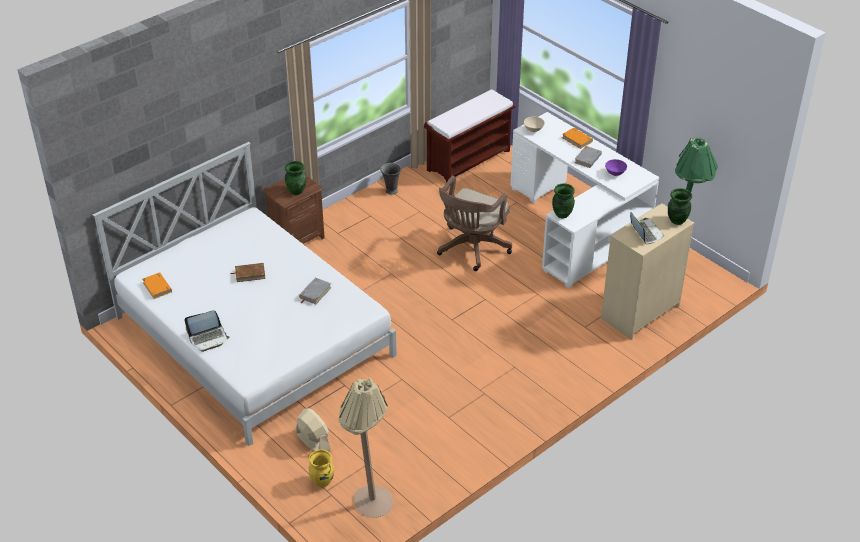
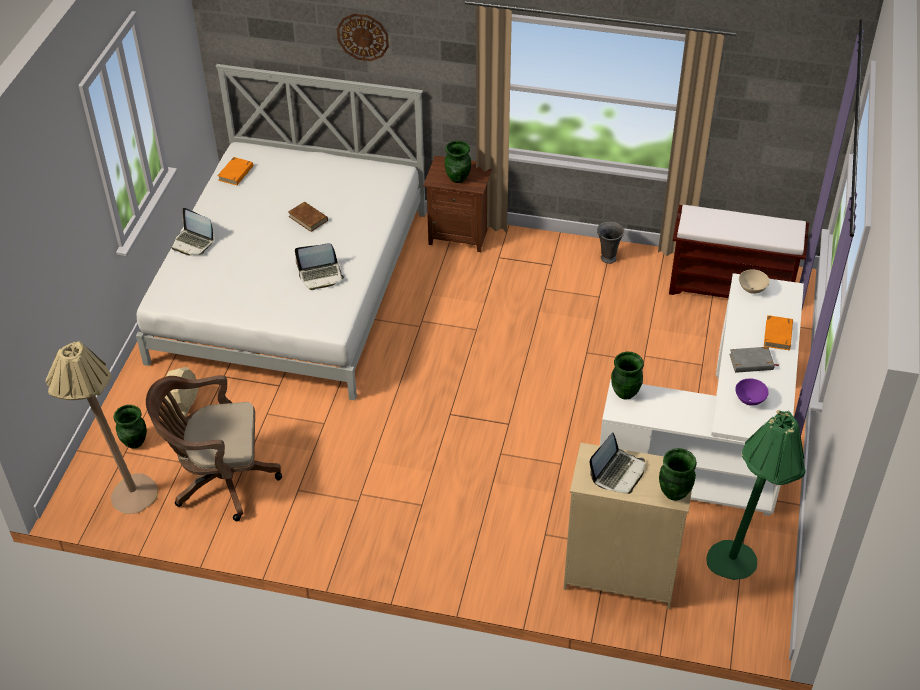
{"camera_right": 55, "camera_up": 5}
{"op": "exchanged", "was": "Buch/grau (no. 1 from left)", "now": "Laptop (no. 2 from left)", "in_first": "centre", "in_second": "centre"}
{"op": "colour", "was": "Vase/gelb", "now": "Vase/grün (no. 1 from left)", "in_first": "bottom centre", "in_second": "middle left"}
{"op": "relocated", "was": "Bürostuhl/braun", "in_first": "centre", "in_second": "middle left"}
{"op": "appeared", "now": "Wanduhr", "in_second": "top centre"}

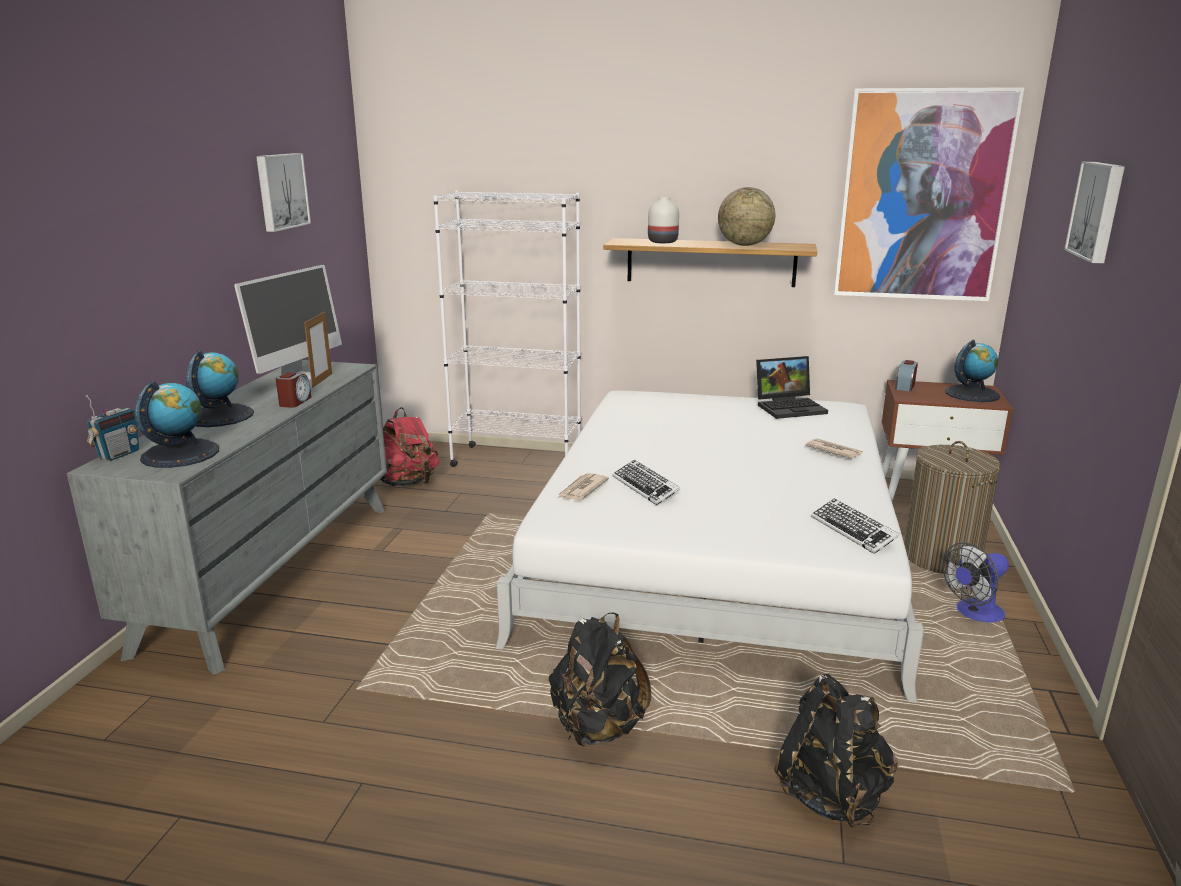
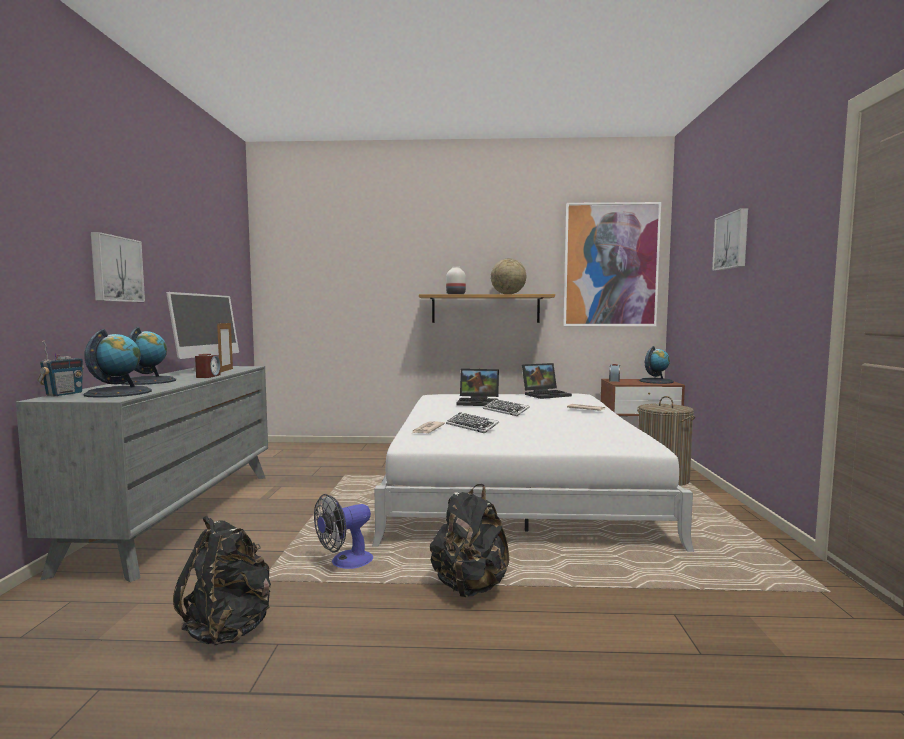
{"camera_right": -10, "camera_up": -15}
{"op": "relocated", "was": "Bild (no. 1 from left)", "in_first": "top left", "in_second": "middle left"}
{"op": "missing", "was": "Rucksack/rot", "in_first": "centre"}
{"op": "missing", "was": "Bücherregal/weiß", "in_first": "centre"}
{"op": "relocated", "was": "Rucksack/schwarz (no. 2 from left in the first image)", "now": "Rucksack/schwarz (no. 1 from left)", "in_first": "bottom right", "in_second": "bottom left"}
{"op": "relocated", "was": "Tastatur (no. 2 from left)", "in_first": "middle right", "in_second": "centre"}
{"op": "relocated", "was": "Ventilator", "in_first": "middle right", "in_second": "bottom centre"}
{"op": "appeared", "now": "Laptop (no. 1 from left)", "in_second": "centre"}

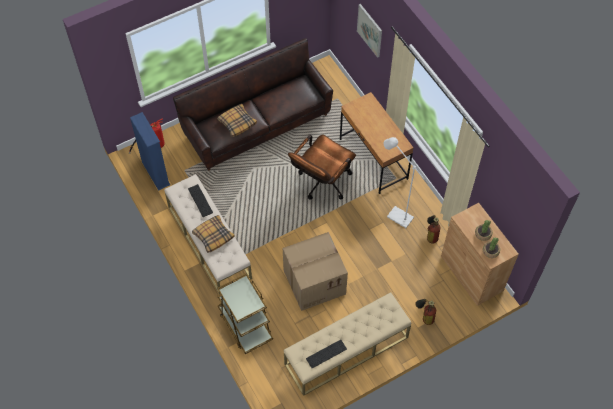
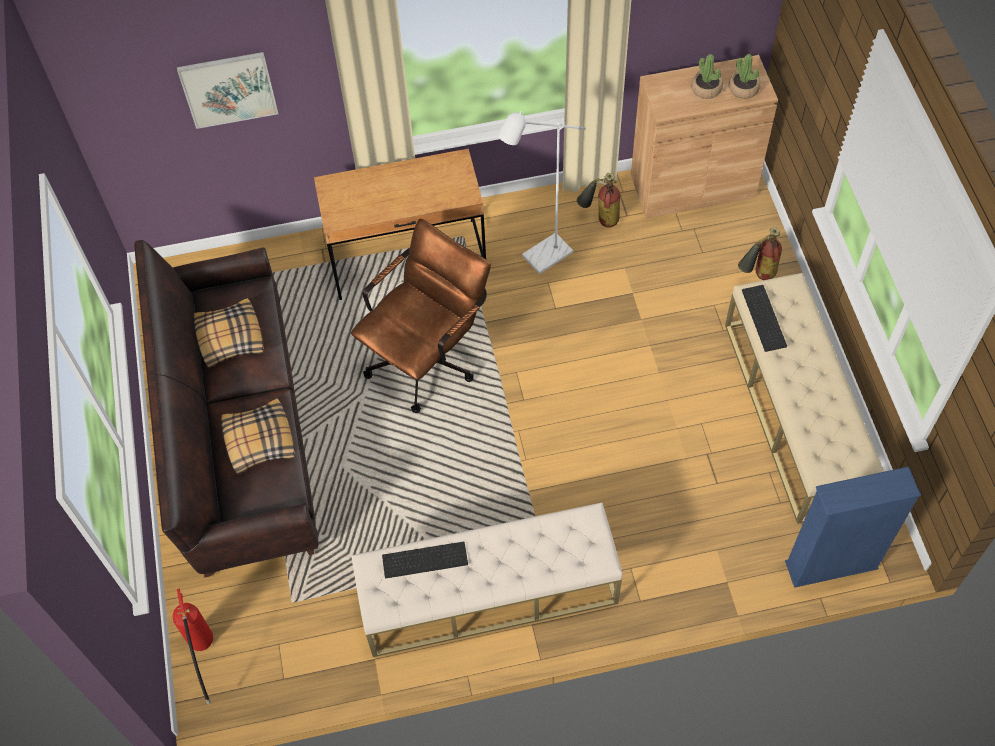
{"camera_right": -70, "camera_up": 0}
{"op": "relocated", "was": "Bücherregal/blau", "in_first": "middle left", "in_second": "bottom right"}
{"op": "relocated", "was": "Kissen (no. 1 from left)", "in_first": "centre", "in_second": "middle left"}
{"op": "missing", "was": "Rollwagen/braun", "in_first": "bottom centre"}
{"op": "missing", "was": "Karton", "in_first": "centre"}
{"op": "spun", "was": "Bürostuhl/braun", "in_first": "centre", "in_second": "centre", "clockwise": -105}
{"op": "relocated", "was": "Tastatur (no. 2 from left)", "in_first": "bottom centre", "in_second": "middle right"}

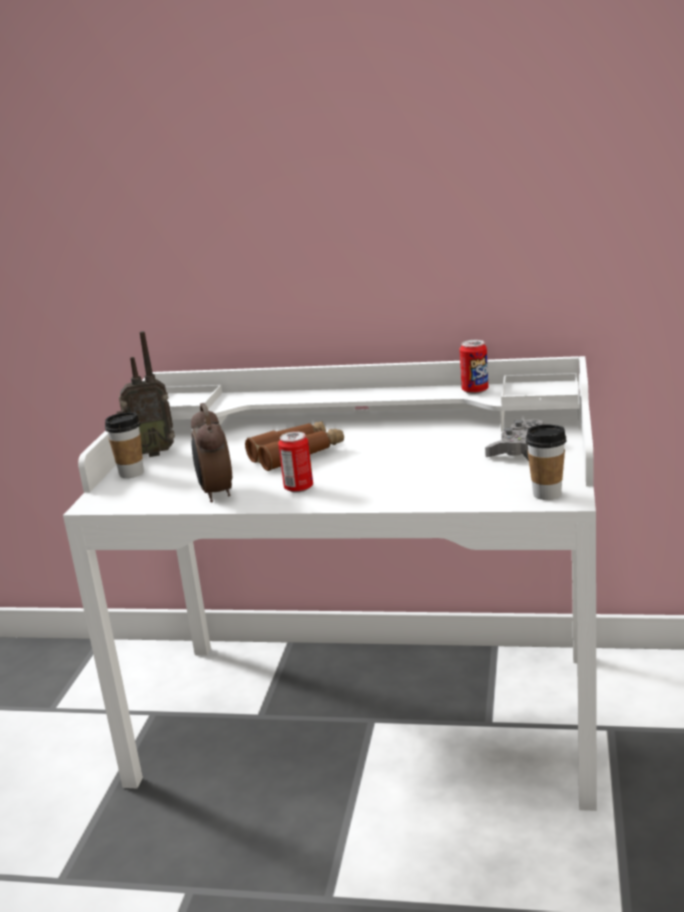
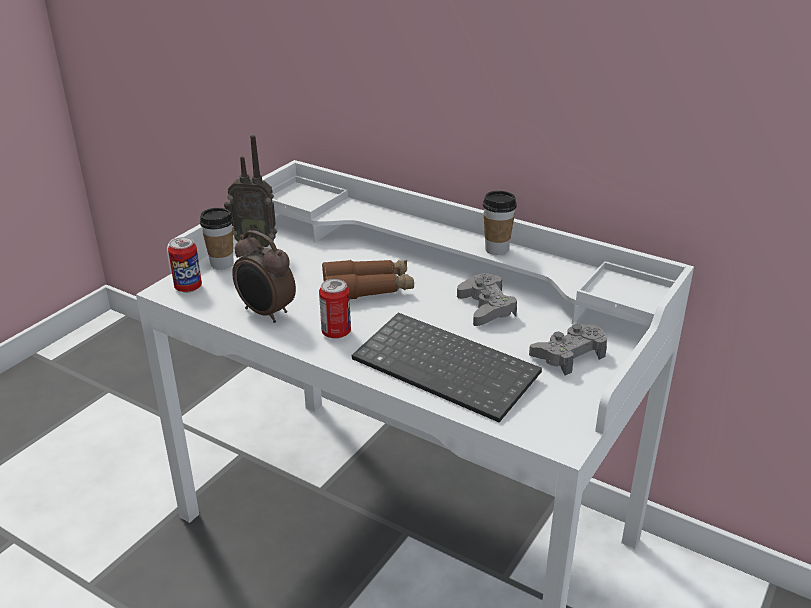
{"camera_right": 20, "camera_up": 10}
{"op": "spun", "was": "Wecker", "in_first": "middle left", "in_second": "middle left", "clockwise": -60}
{"op": "relocated", "was": "Dose (no. 2 from left in the first image)", "now": "Dose (no. 1 from left)", "in_first": "middle right", "in_second": "middle left"}
{"op": "relocated", "was": "Tasse (no. 2 from left)", "in_first": "middle right", "in_second": "centre"}
{"op": "appeared", "now": "Tastatur", "in_second": "centre"}
{"op": "appeared", "now": "Gamepad/grau (no. 1 from left)", "in_second": "centre"}

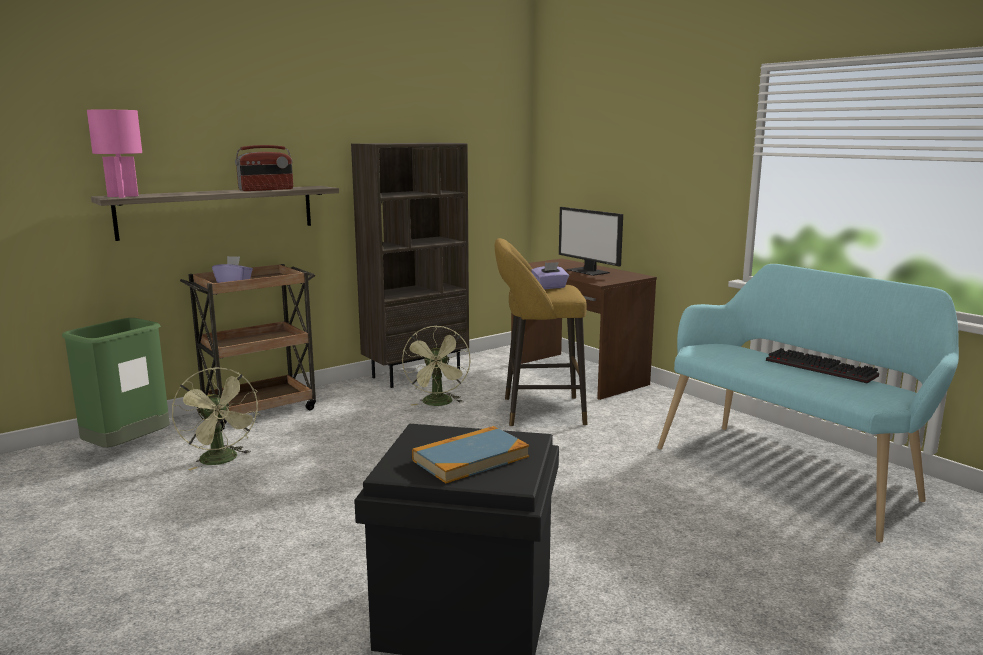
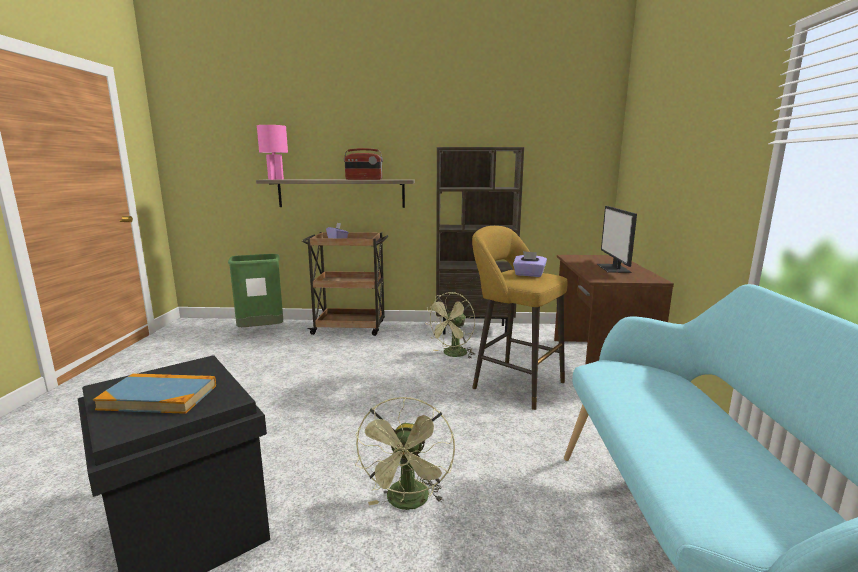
{"camera_right": 40, "camera_up": 0}
{"op": "relocated", "was": "Ventilator/grün (no. 1 from left)", "in_first": "middle left", "in_second": "bottom centre"}
{"op": "missing", "was": "Tastatur", "in_first": "middle right"}

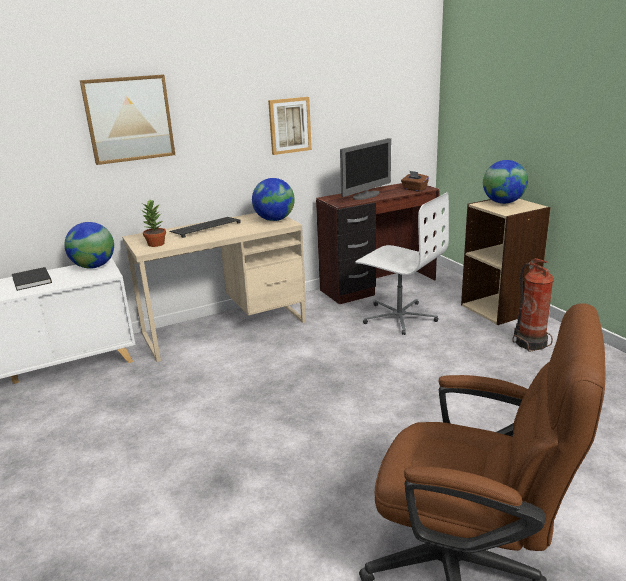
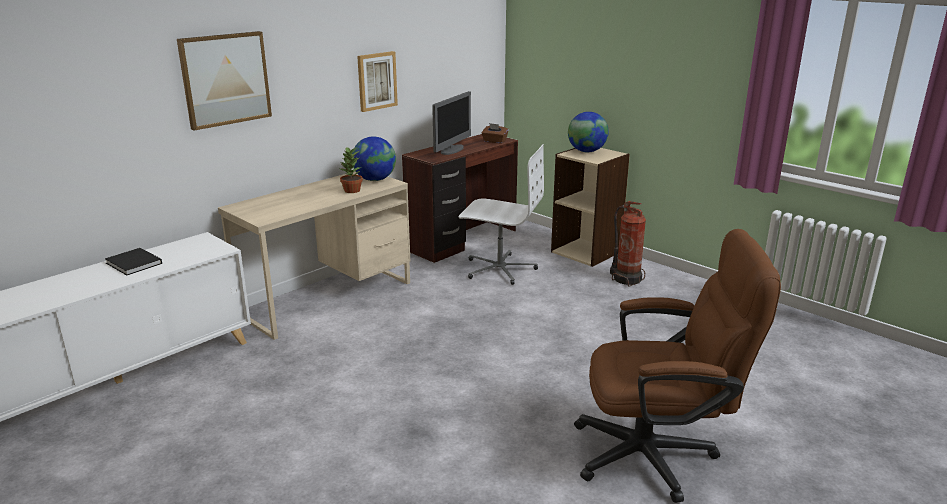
{"camera_right": -20, "camera_up": 0}
{"op": "missing", "was": "Globus (no. 1 from left)", "in_first": "middle left"}
{"op": "relocated", "was": "Topfpflanze", "in_first": "middle left", "in_second": "centre"}
{"op": "missing", "was": "Tastatur", "in_first": "middle left"}

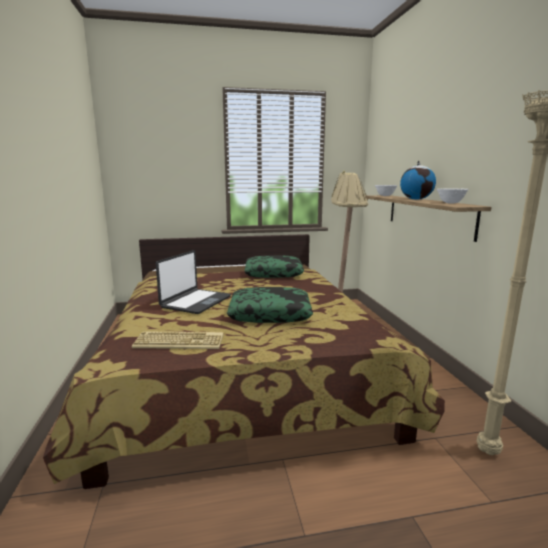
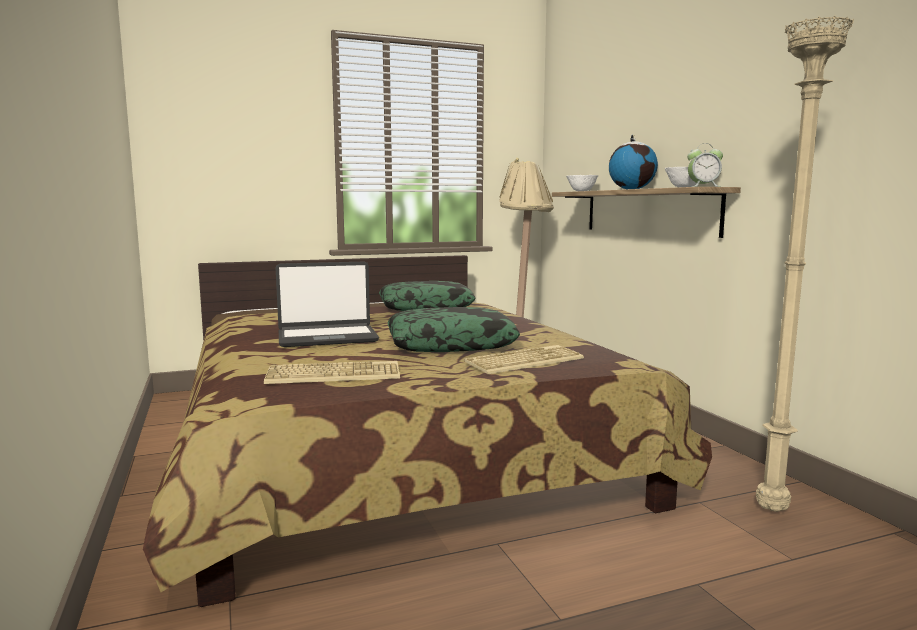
{"camera_right": -10, "camera_up": -5}
{"op": "spun", "was": "Laptop", "in_first": "centre", "in_second": "centre", "clockwise": 60}
{"op": "appeared", "now": "Tastatur (no. 2 from left)", "in_second": "centre"}
{"op": "appeared", "now": "Wecker", "in_second": "top right"}

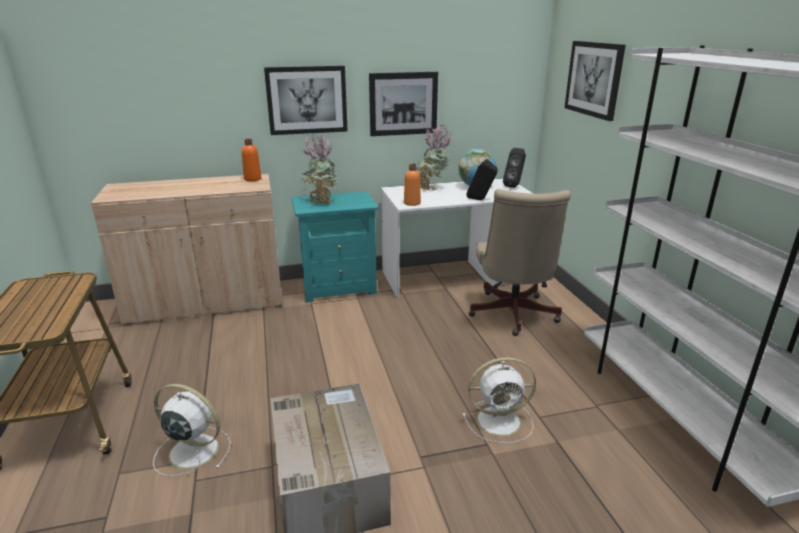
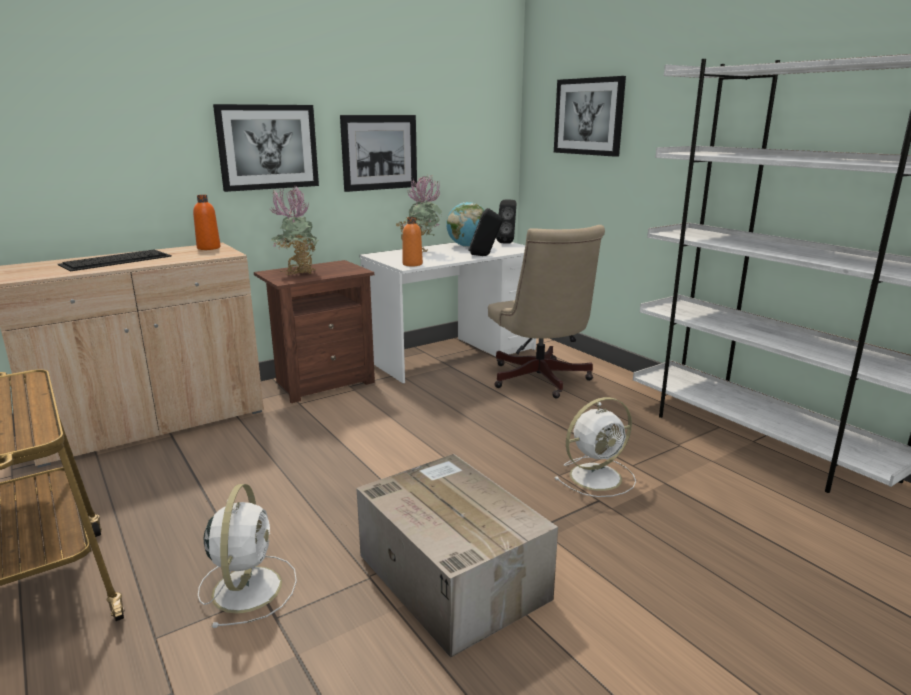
{"camera_right": -20, "camera_up": -5}
{"op": "spun", "was": "Ventilator/weiß (no. 1 from left)", "in_first": "bottom left", "in_second": "bottom left", "clockwise": 90}
{"op": "colour", "was": "Nachttisch/türkis", "now": "Nachttisch/braun", "in_first": "centre", "in_second": "centre"}
{"op": "appeared", "now": "Tastatur", "in_second": "middle left"}

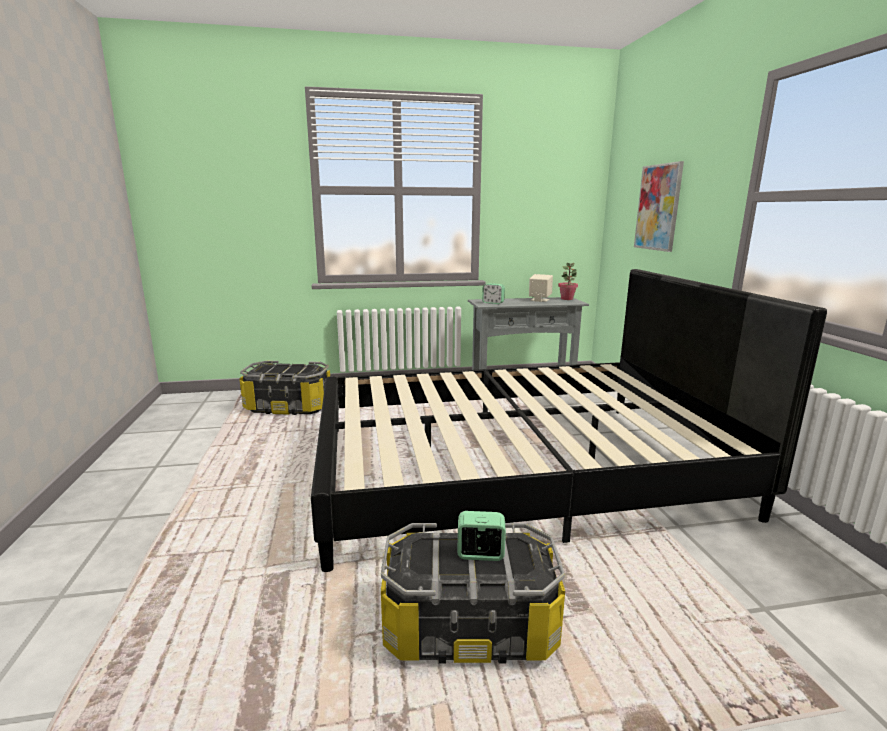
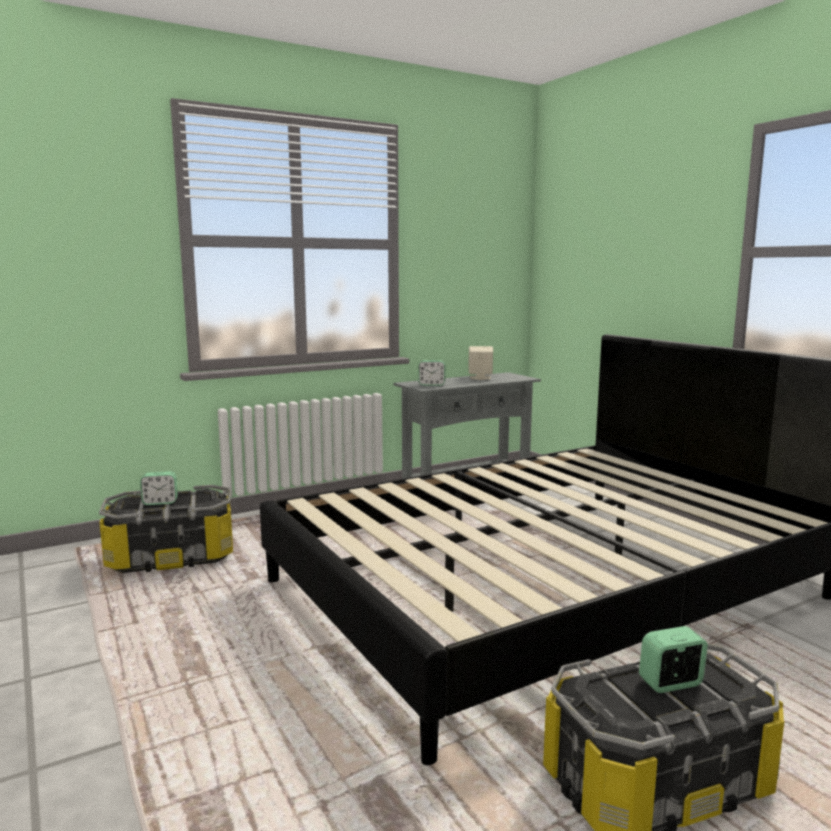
{"camera_right": -20, "camera_up": -5}
{"op": "missing", "was": "Topfpflanze", "in_first": "centre"}
{"op": "missing", "was": "Bild", "in_first": "top right"}
{"op": "appeared", "now": "Wecker (no. 1 from left)", "in_second": "middle left"}

